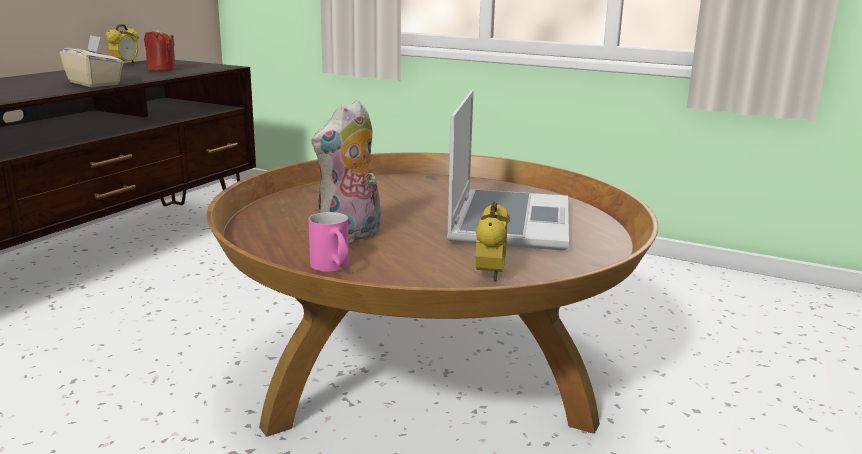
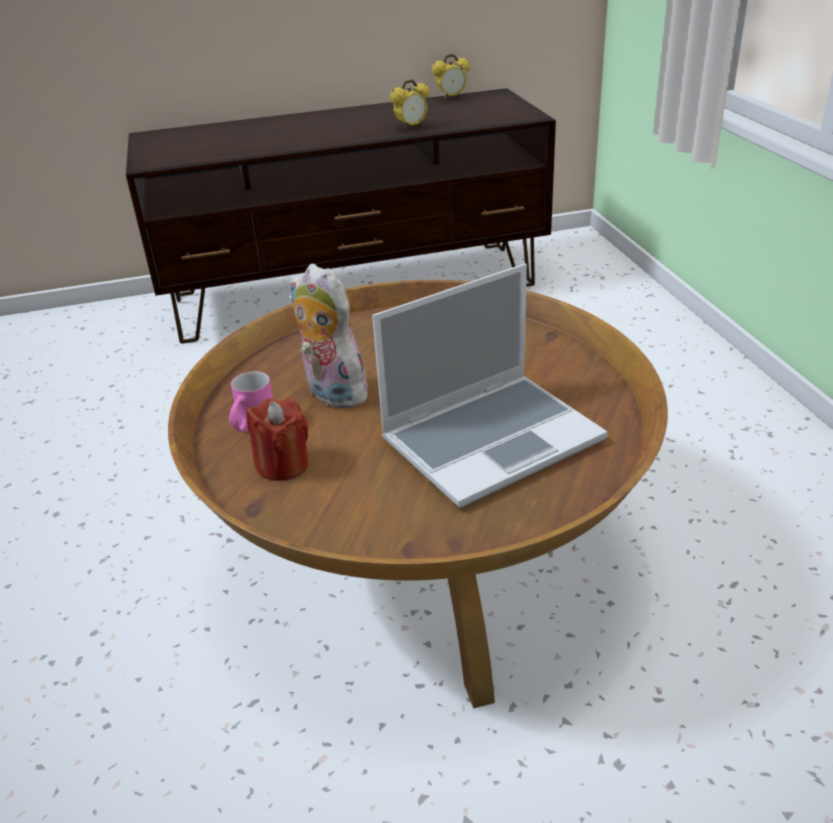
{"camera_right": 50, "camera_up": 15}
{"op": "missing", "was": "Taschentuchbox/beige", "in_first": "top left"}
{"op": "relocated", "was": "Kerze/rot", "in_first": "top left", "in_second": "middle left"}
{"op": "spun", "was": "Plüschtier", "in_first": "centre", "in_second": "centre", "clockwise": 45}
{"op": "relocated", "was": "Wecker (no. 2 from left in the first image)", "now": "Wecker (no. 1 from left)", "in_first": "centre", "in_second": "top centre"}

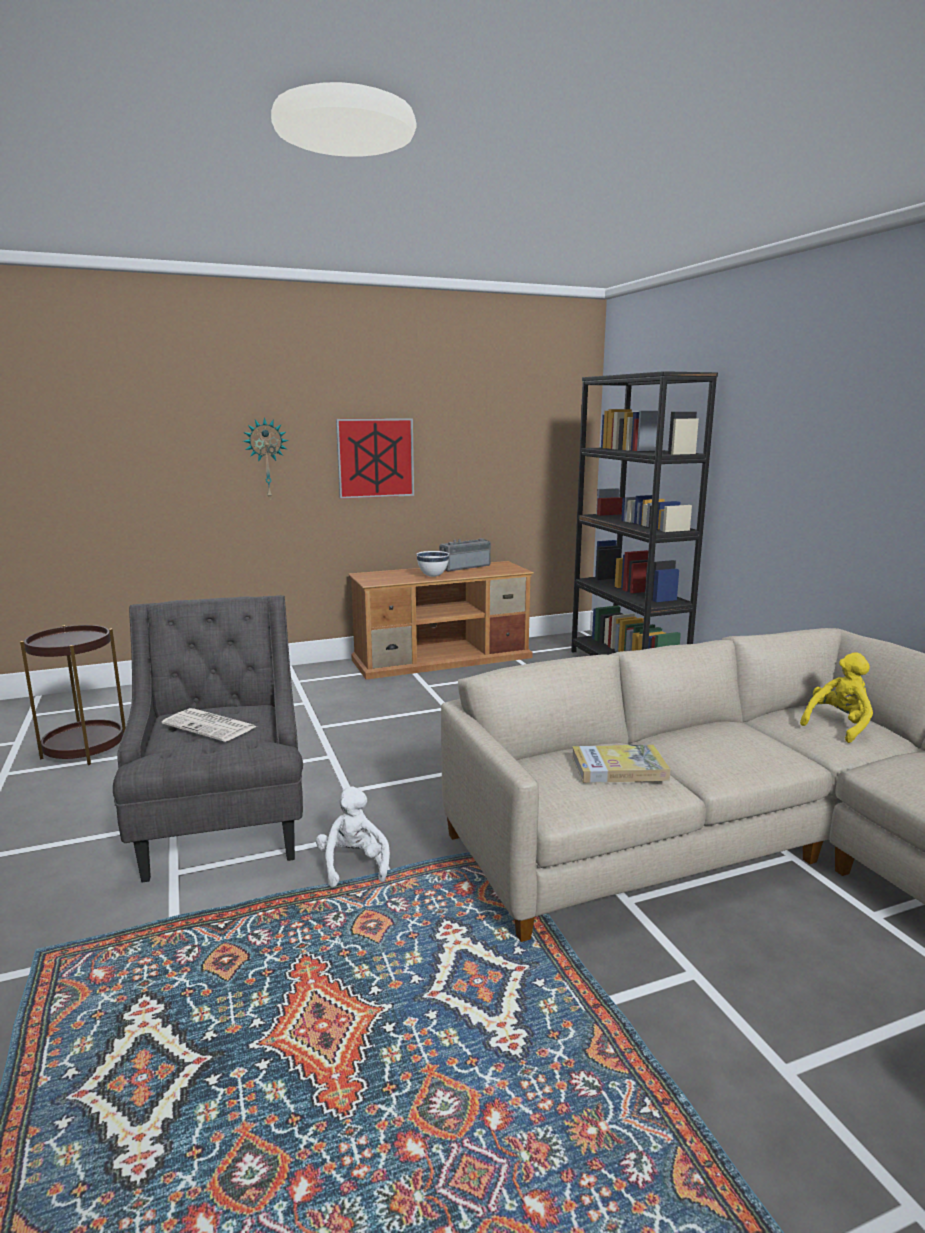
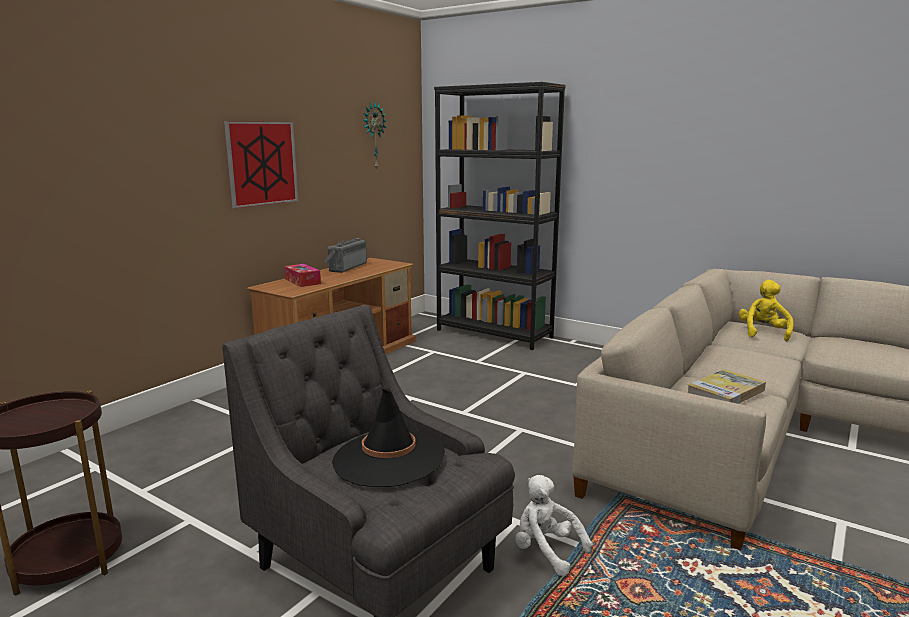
{"camera_right": -35, "camera_up": 0}
{"op": "exchanged", "was": "Zeitung", "now": "Hut/schwarz", "in_first": "middle left", "in_second": "bottom centre"}
{"op": "relocated", "was": "Wanduhr", "in_first": "middle left", "in_second": "top centre"}
{"op": "missing", "was": "Schüssel/weiß", "in_first": "centre"}
{"op": "appeared", "now": "Taschentuchbox", "in_second": "middle left"}

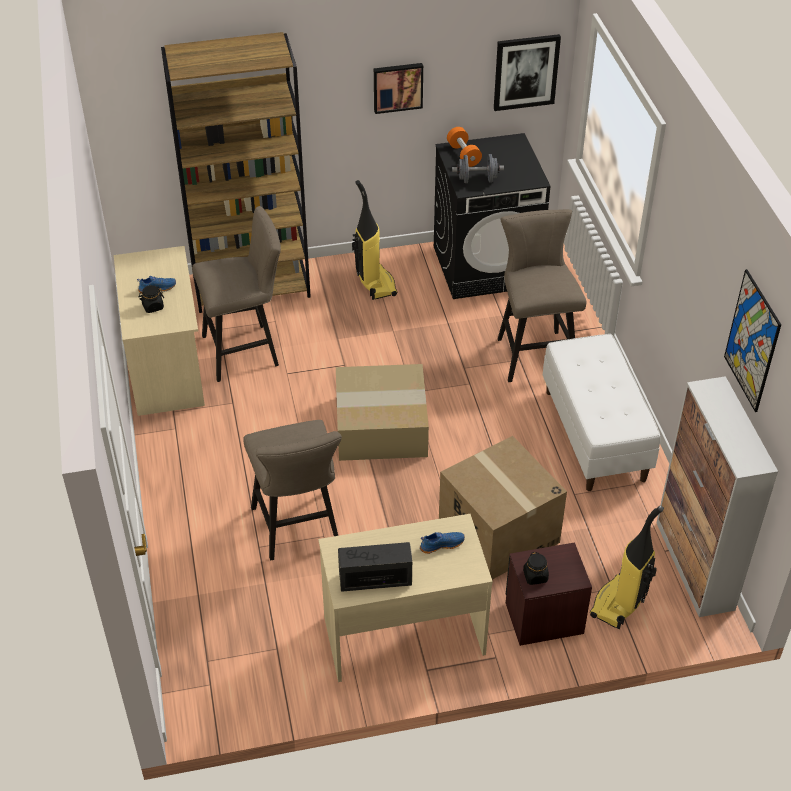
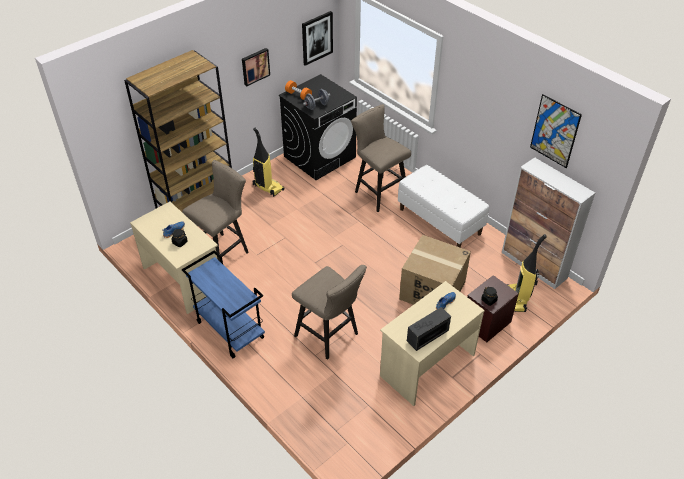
{"camera_right": -30, "camera_up": 0}
{"op": "missing", "was": "Karton (no. 1 from left)", "in_first": "centre"}
{"op": "appeared", "now": "Rollwagen/blau", "in_second": "middle left"}

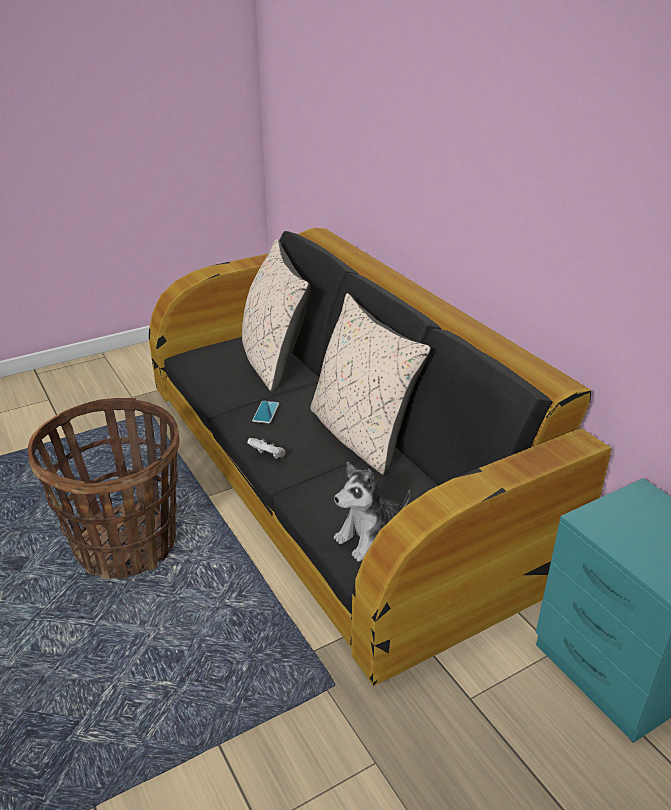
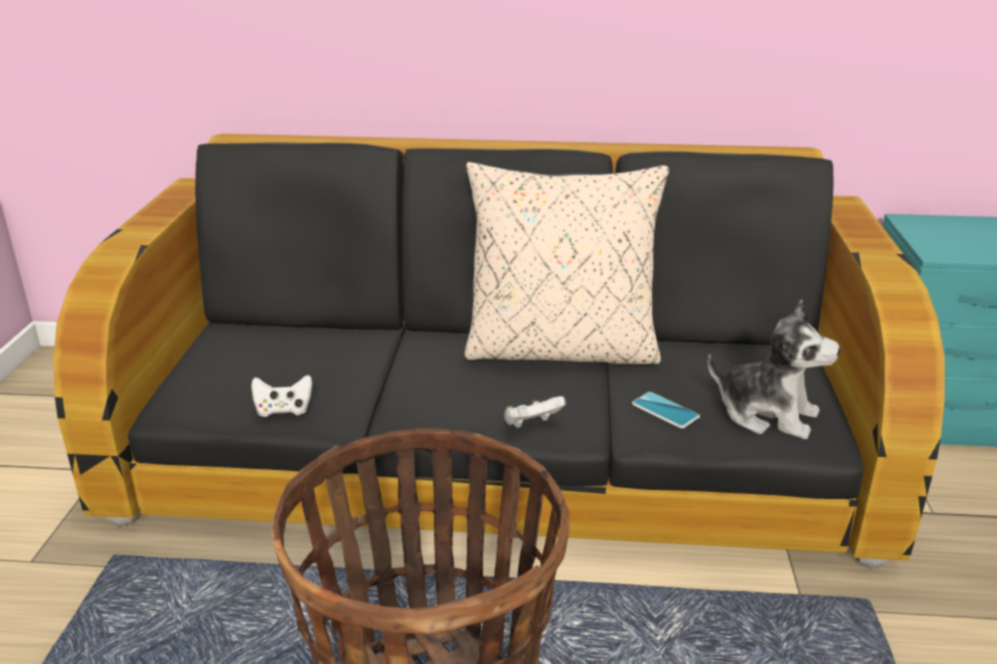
{"camera_right": -55, "camera_up": -5}
{"op": "missing", "was": "Kissen/beige (no. 1 from left)", "in_first": "centre"}
{"op": "relocated", "was": "Handy", "in_first": "centre", "in_second": "middle right"}
{"op": "spun", "was": "Plüschtier", "in_first": "centre", "in_second": "middle right", "clockwise": -60}
{"op": "appeared", "now": "Gamepad/weiß (no. 1 from left)", "in_second": "middle left"}

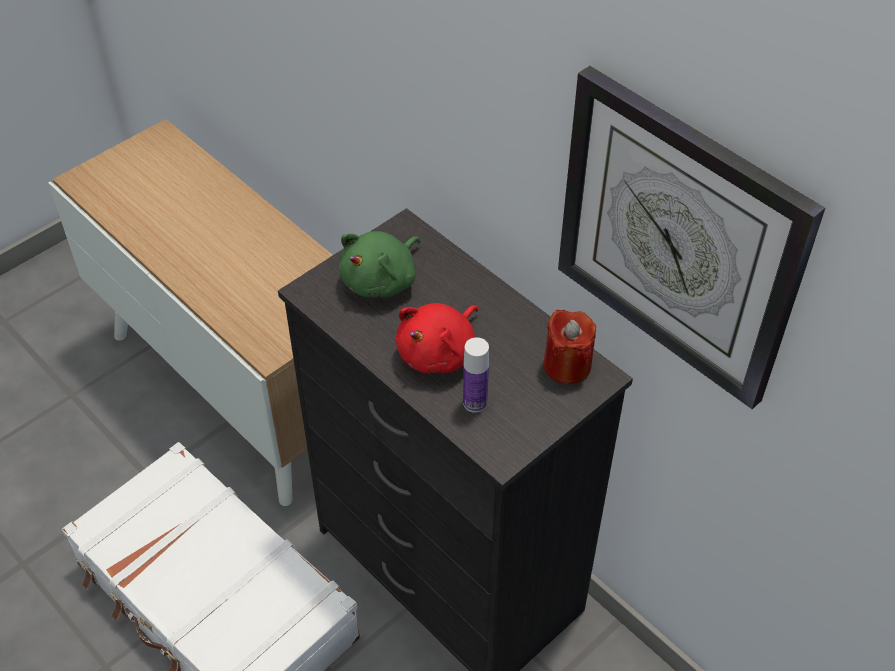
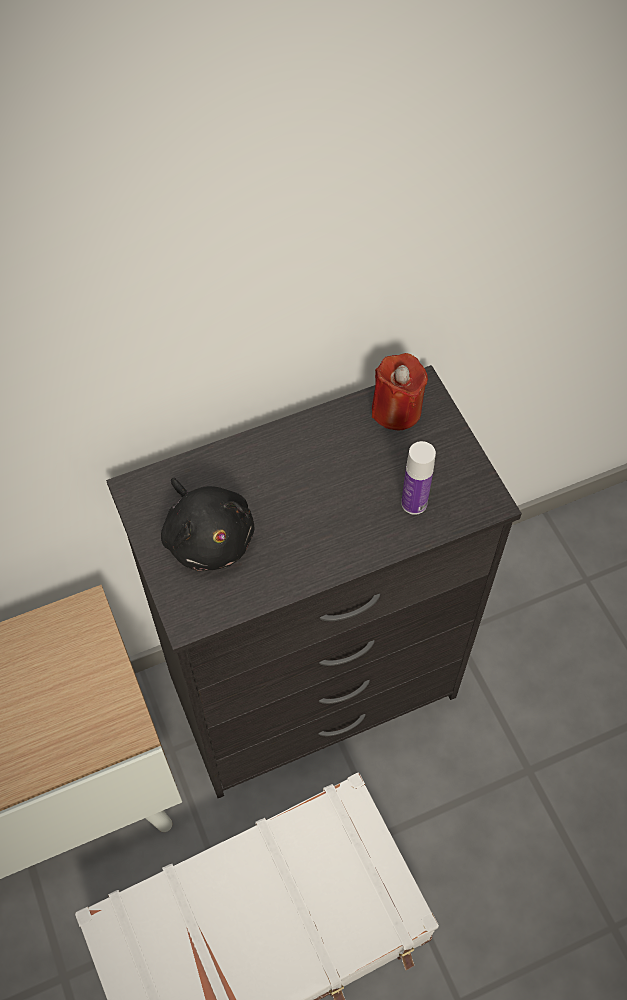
{"camera_right": -70, "camera_up": 10}
{"op": "colour", "was": "Plüschtier/grün", "now": "Plüschtier/schwarz", "in_first": "centre", "in_second": "middle left"}
{"op": "missing", "was": "Plüschtier/rot", "in_first": "centre"}
{"op": "missing", "was": "Wanduhr", "in_first": "middle right"}

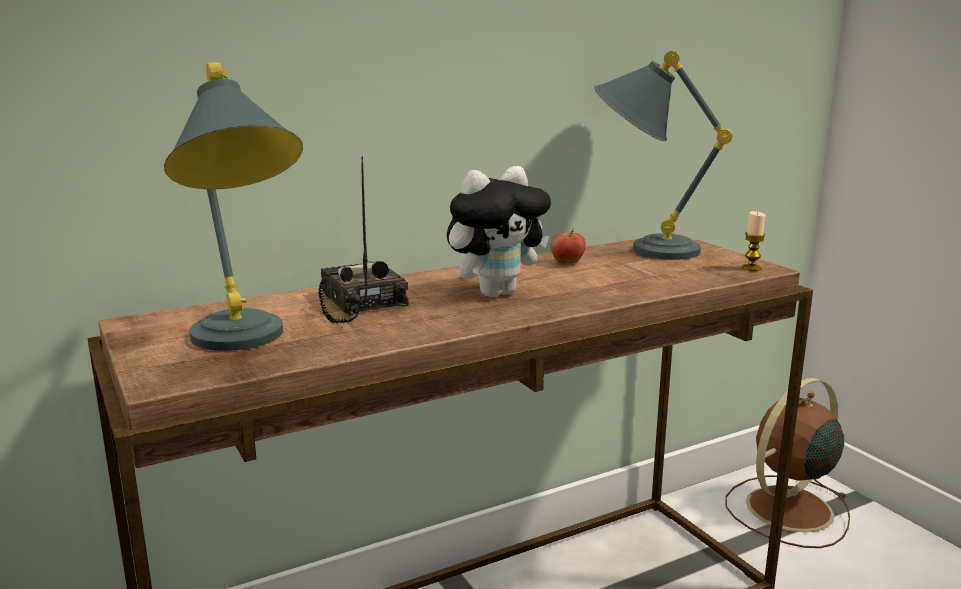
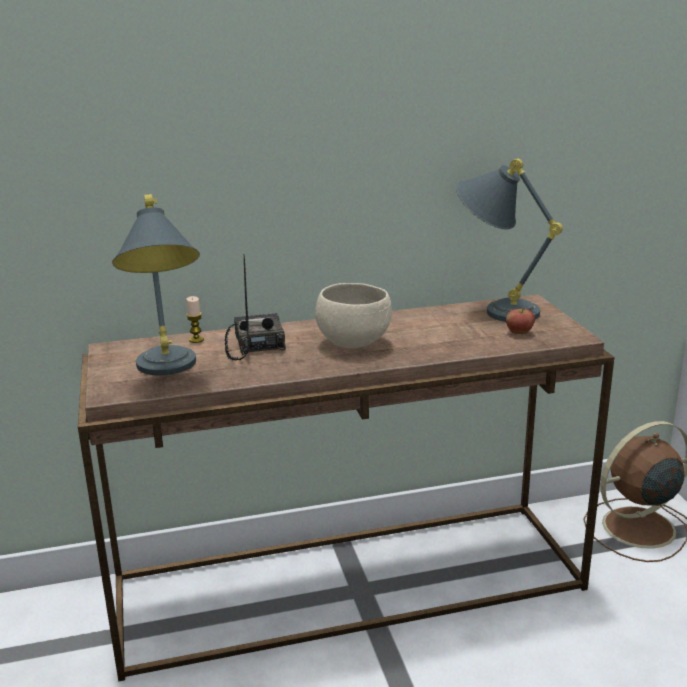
{"camera_right": 15, "camera_up": 5}
{"op": "exchanged", "was": "Plüschtier", "now": "Schüssel/beige", "in_first": "centre", "in_second": "centre"}
{"op": "relocated", "was": "Apfel", "in_first": "centre", "in_second": "middle right"}
{"op": "relocated", "was": "Kerze", "in_first": "middle right", "in_second": "middle left"}

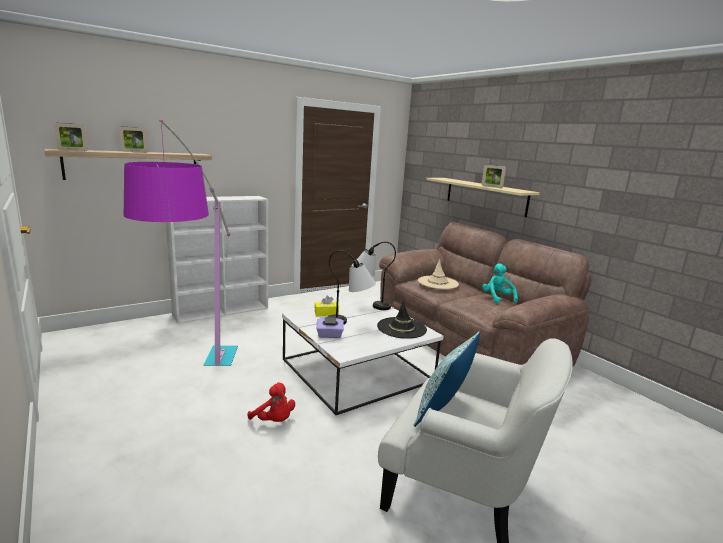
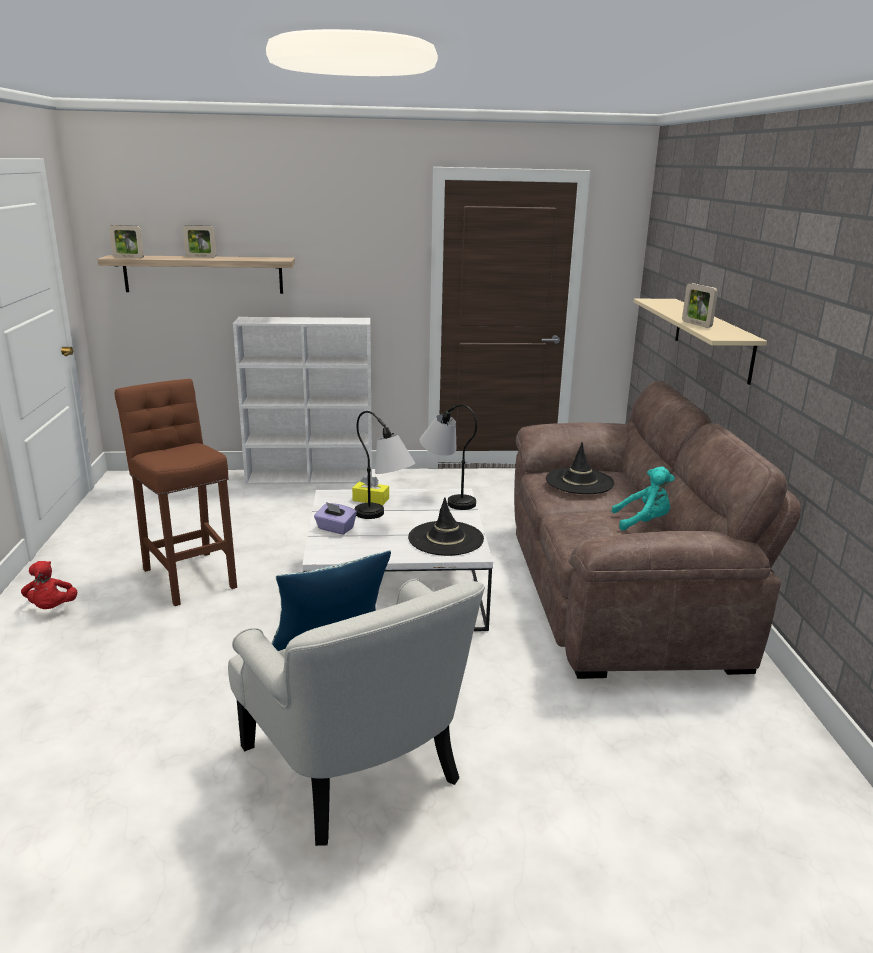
{"camera_right": 30, "camera_up": 5}
{"op": "exchanged", "was": "Stehlampe", "now": "Hocker/braun", "in_first": "middle left", "in_second": "middle left"}
{"op": "relocated", "was": "Plüschtier/rot", "in_first": "bottom centre", "in_second": "middle left"}
{"op": "colour", "was": "Hut/beige", "now": "Hut/schwarz (no. 2 from left)", "in_first": "centre", "in_second": "centre"}
{"op": "spun", "was": "Plüschtier/türkis", "in_first": "middle right", "in_second": "middle right", "clockwise": 75}

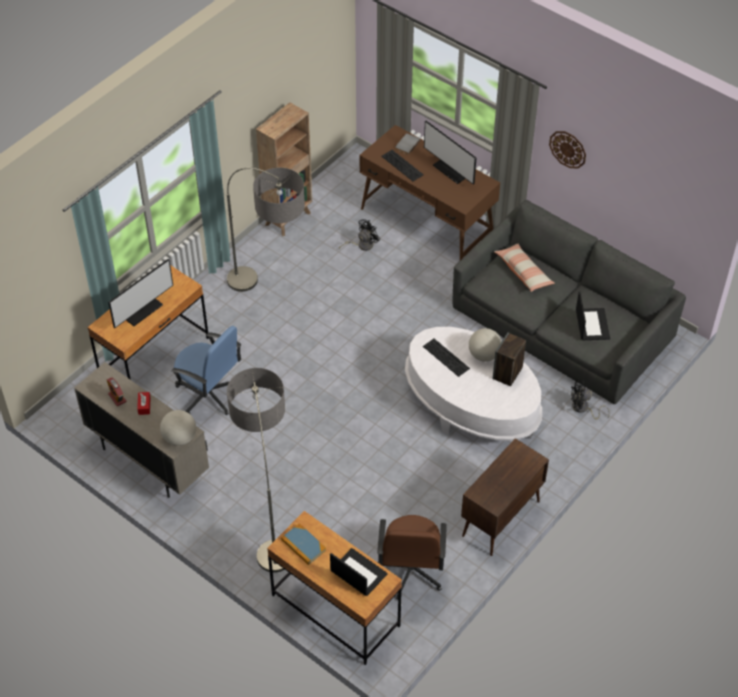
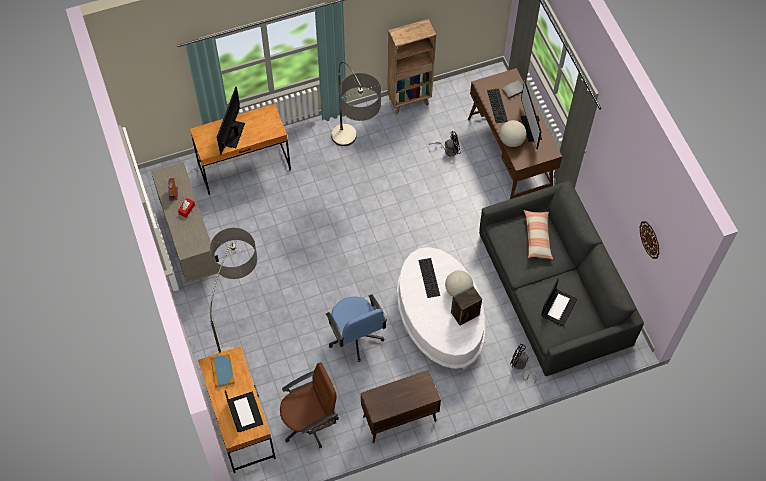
{"camera_right": 30, "camera_up": 10}
{"op": "spun", "was": "Monitor (no. 1 from left)", "in_first": "middle left", "in_second": "top left", "clockwise": 120}
{"op": "relocated", "was": "Globus (no. 1 from left in the first image)", "now": "Globus (no. 2 from left)", "in_first": "middle left", "in_second": "top right"}
{"op": "relocated", "was": "Bürostuhl/blau", "in_first": "middle left", "in_second": "bottom centre"}
{"op": "spun", "was": "Bürostuhl/braun", "in_first": "bottom centre", "in_second": "bottom centre", "clockwise": -150}
{"op": "relocated", "was": "Wanduhr", "in_first": "top right", "in_second": "middle right"}

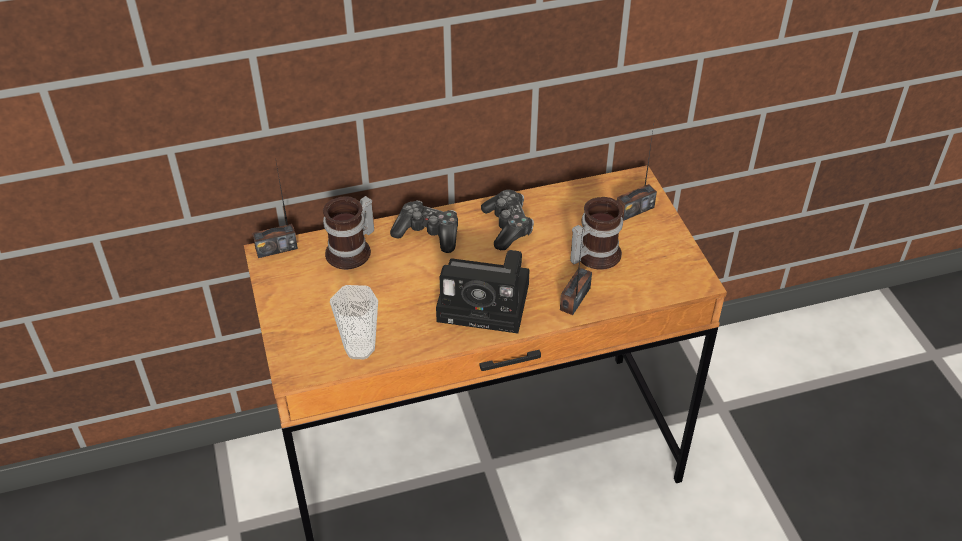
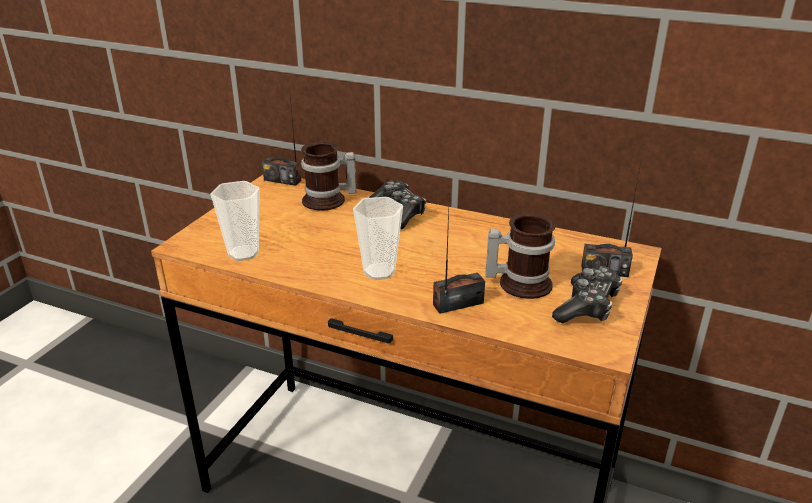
{"camera_right": 40, "camera_up": -15}
{"op": "exchanged", "was": "Kamera", "now": "Tasse (no. 2 from left)", "in_first": "centre", "in_second": "centre"}
{"op": "relocated", "was": "Gamepad (no. 2 from left)", "in_first": "centre", "in_second": "middle right"}

